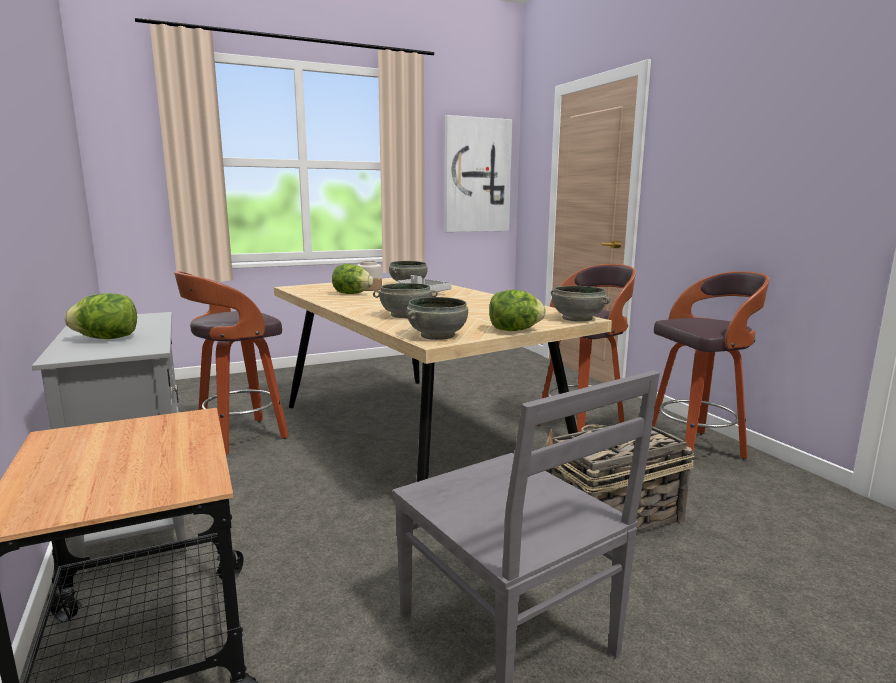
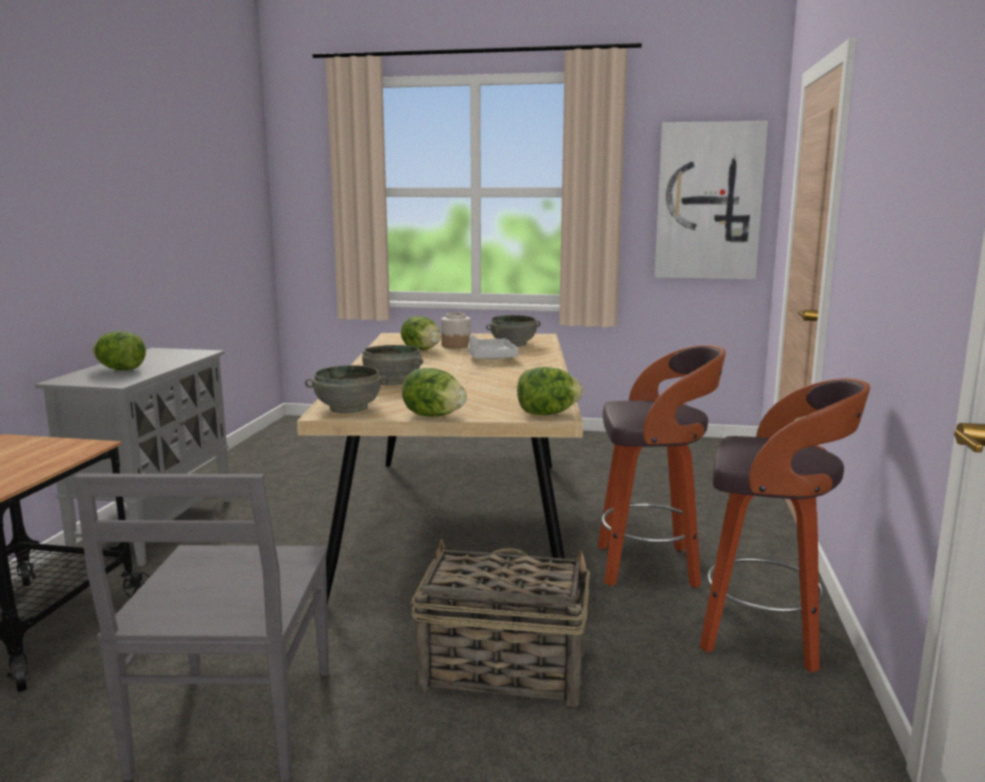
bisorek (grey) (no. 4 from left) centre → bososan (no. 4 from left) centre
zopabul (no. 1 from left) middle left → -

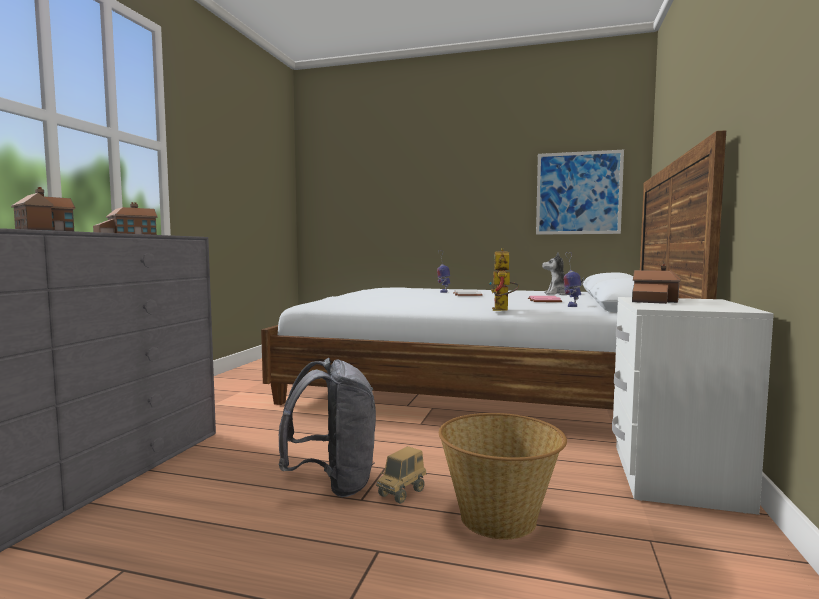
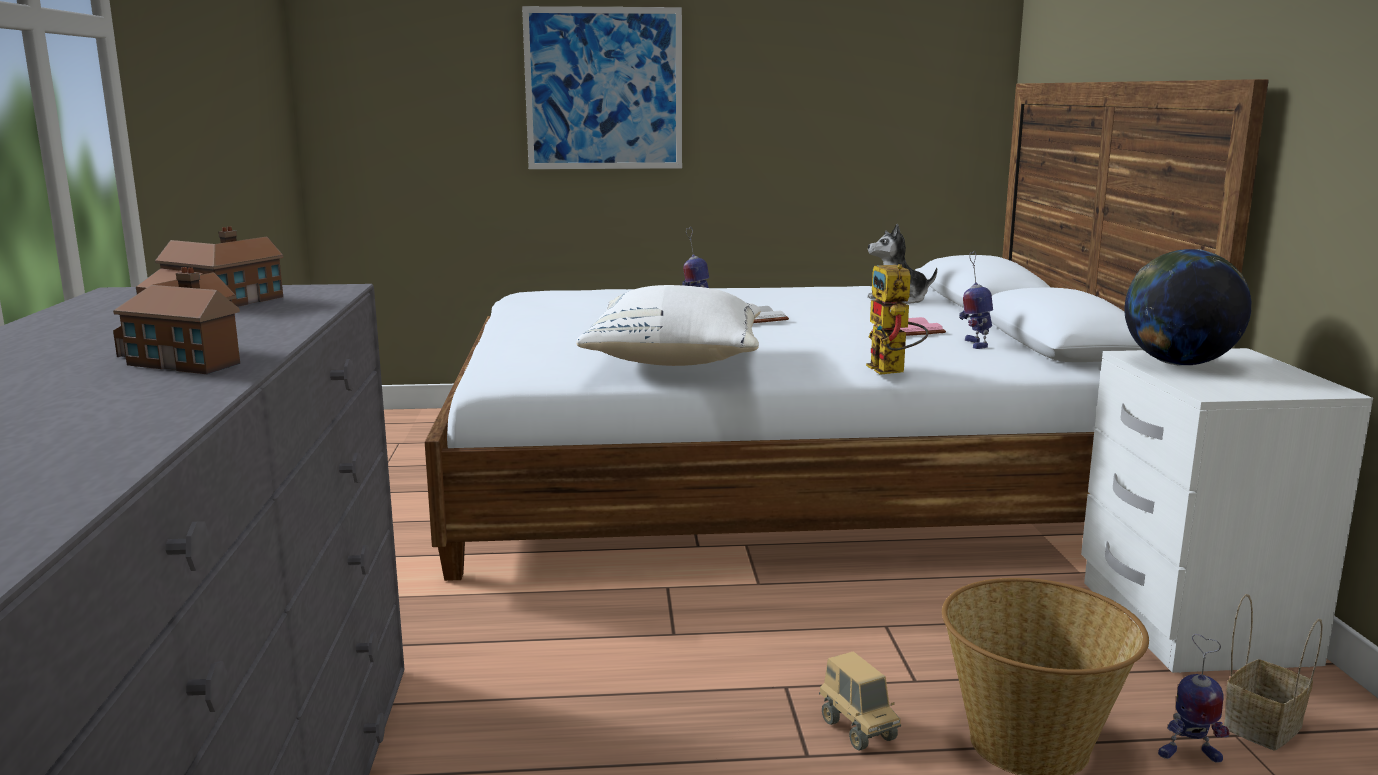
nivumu top right → nivumu top centre, relocated
- → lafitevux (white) centre
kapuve bottom centre, 45 degrees counterclockwise
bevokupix (no. 3 from left) middle right → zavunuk middle right
- → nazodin (no. 4 from left) bottom right
- → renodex (no. 2 from left) bottom right
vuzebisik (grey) bottom centre → -

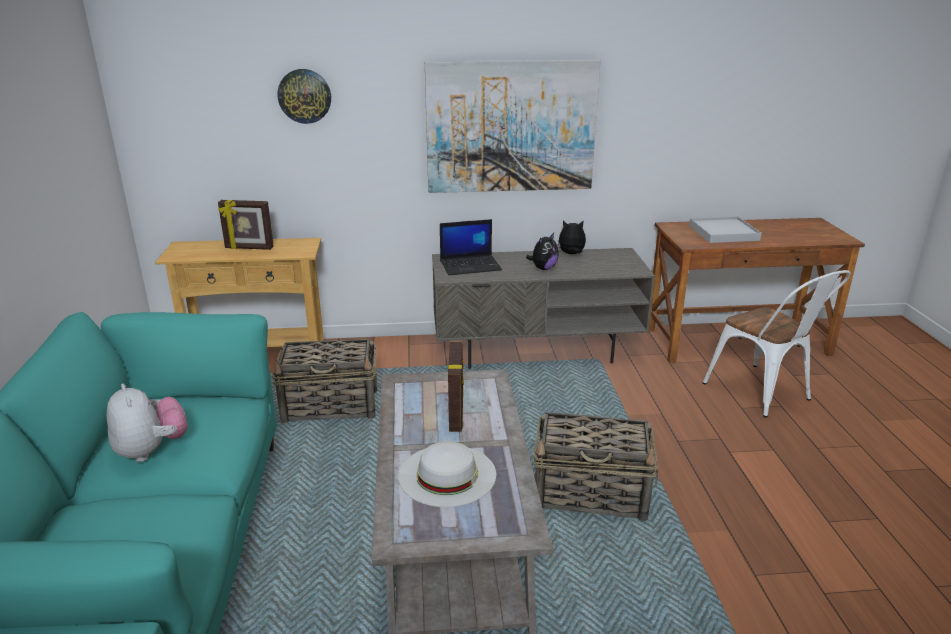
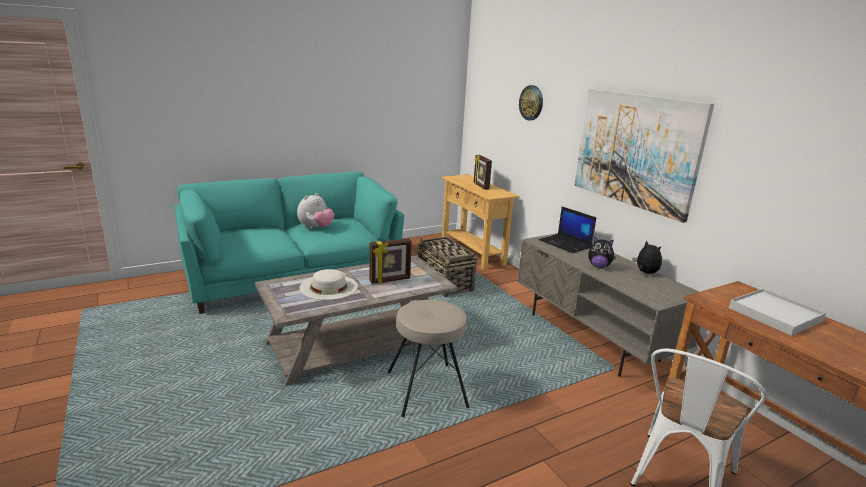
renodex (no. 2 from left) bottom centre → zopabul (beige) bottom centre

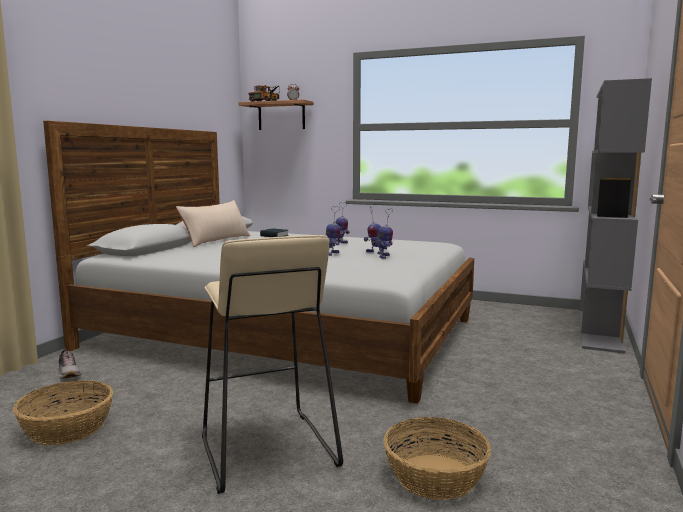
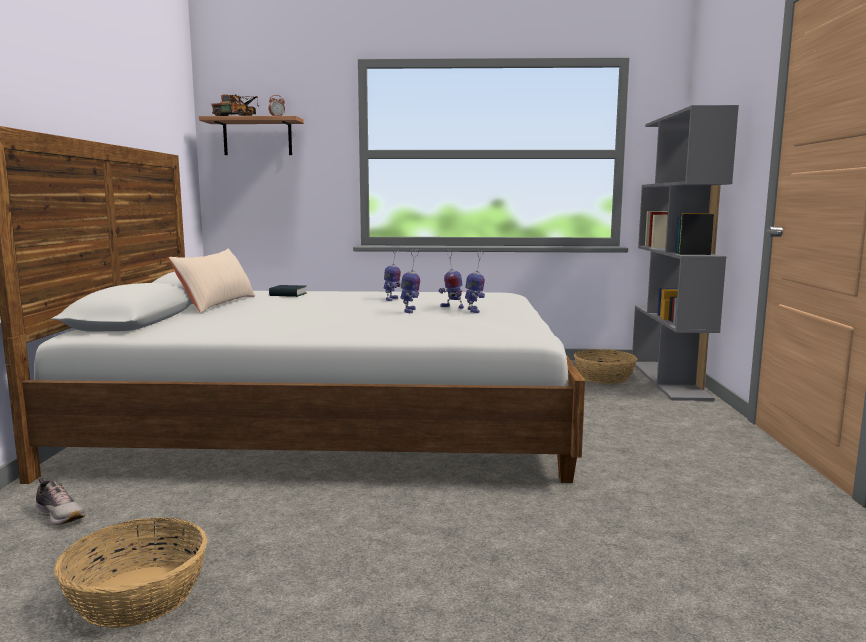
renodex (no. 2 from left) bottom centre → renodex (no. 2 from left) middle right, relocated
zopabul (beige) bottom centre → -

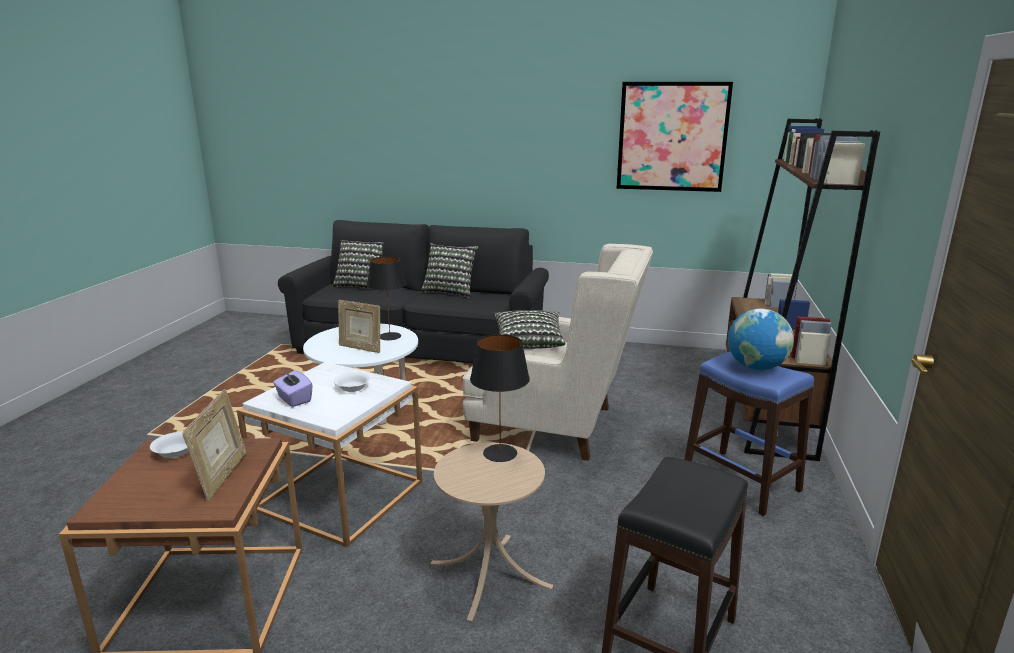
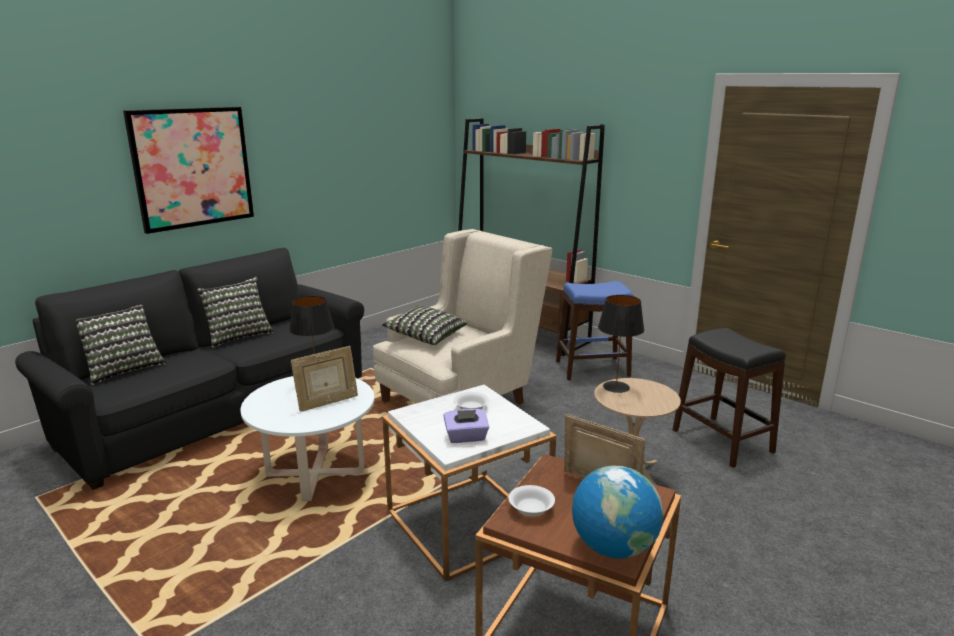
nivumu top centre → nivumu top left, relocated
zavunuk middle right → zavunuk bottom centre, relocated

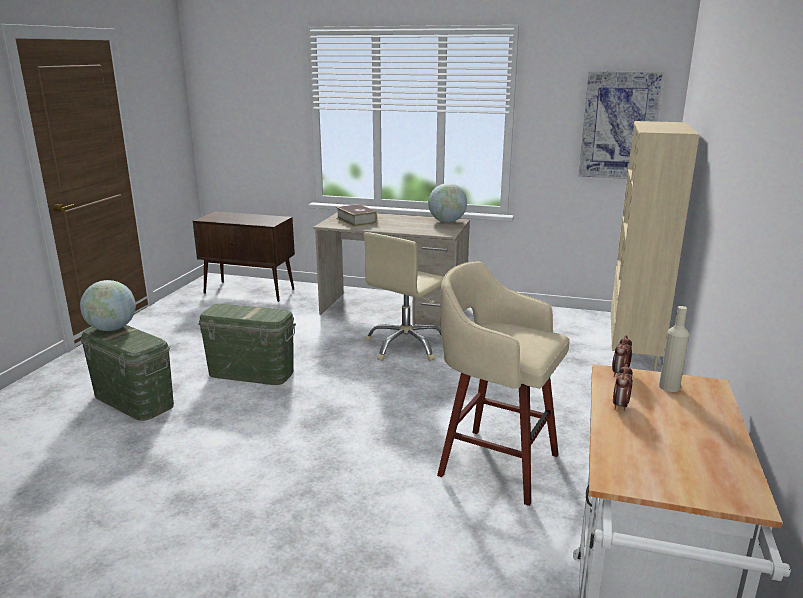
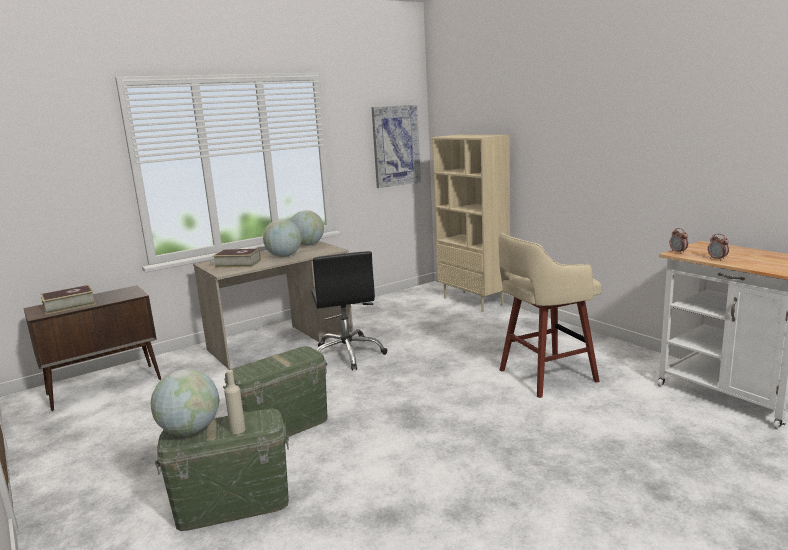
- → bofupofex (no. 1 from left) middle left
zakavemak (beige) middle right → zakavemak (beige) bottom left, relocated
- → zavunuk (no. 2 from left) centre
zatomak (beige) centre → zatomak (black) centre

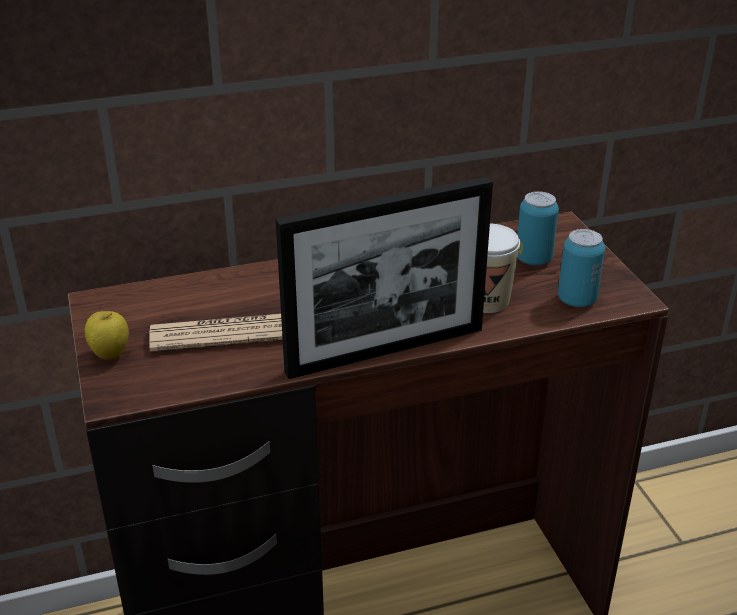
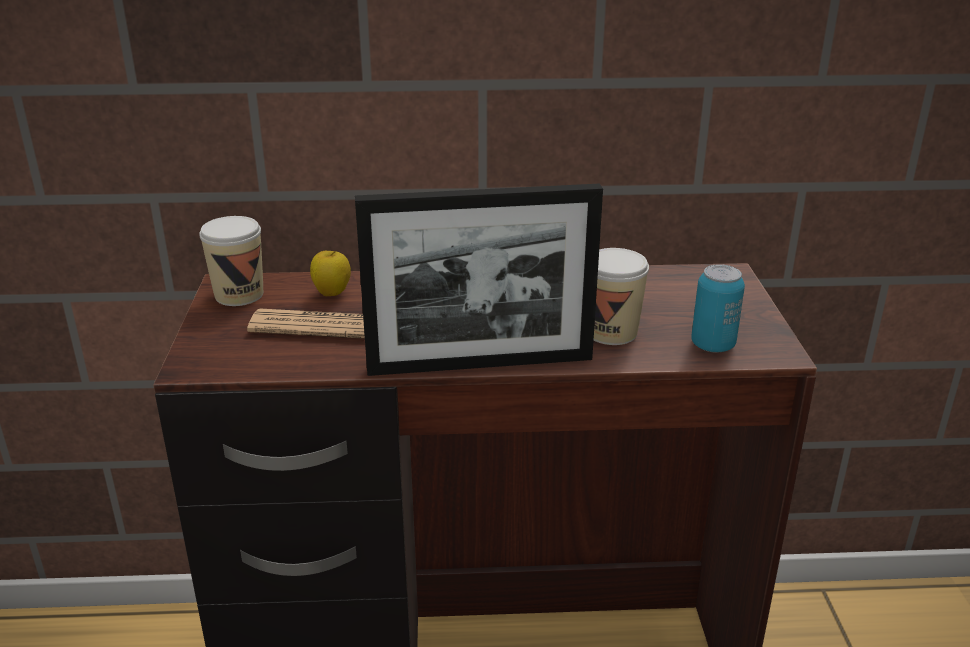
- → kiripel (no. 1 from left) middle left
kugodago middle left → kugodago centre, relocated
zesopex (no. 1 from left) middle right → -

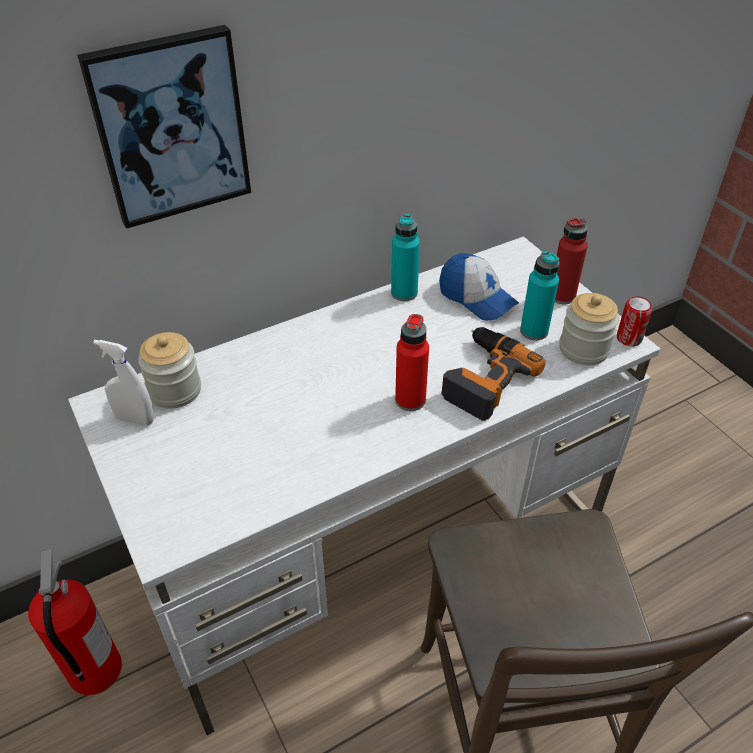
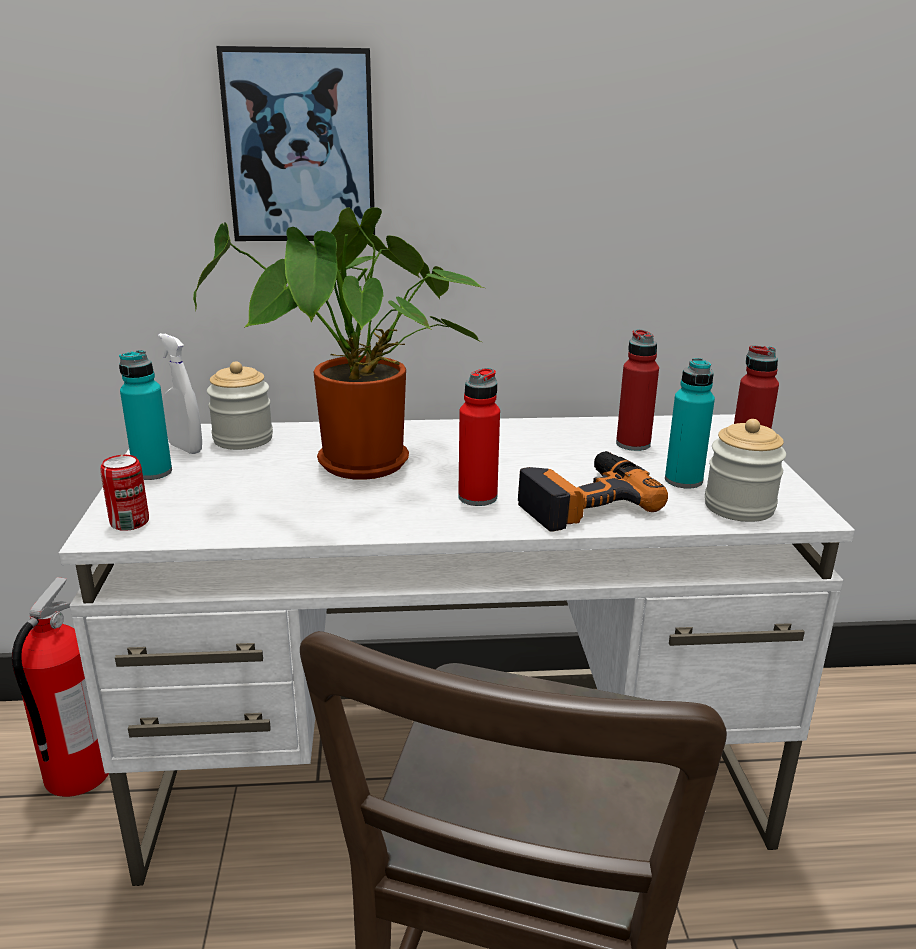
zesopex middle right → zesopex middle left, relocated
zakavemak (turquoise) (no. 1 from left) centre → zakavemak (turquoise) (no. 1 from left) middle left, relocated
- → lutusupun centre
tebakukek centre → zakavemak (red) (no. 2 from left) middle right

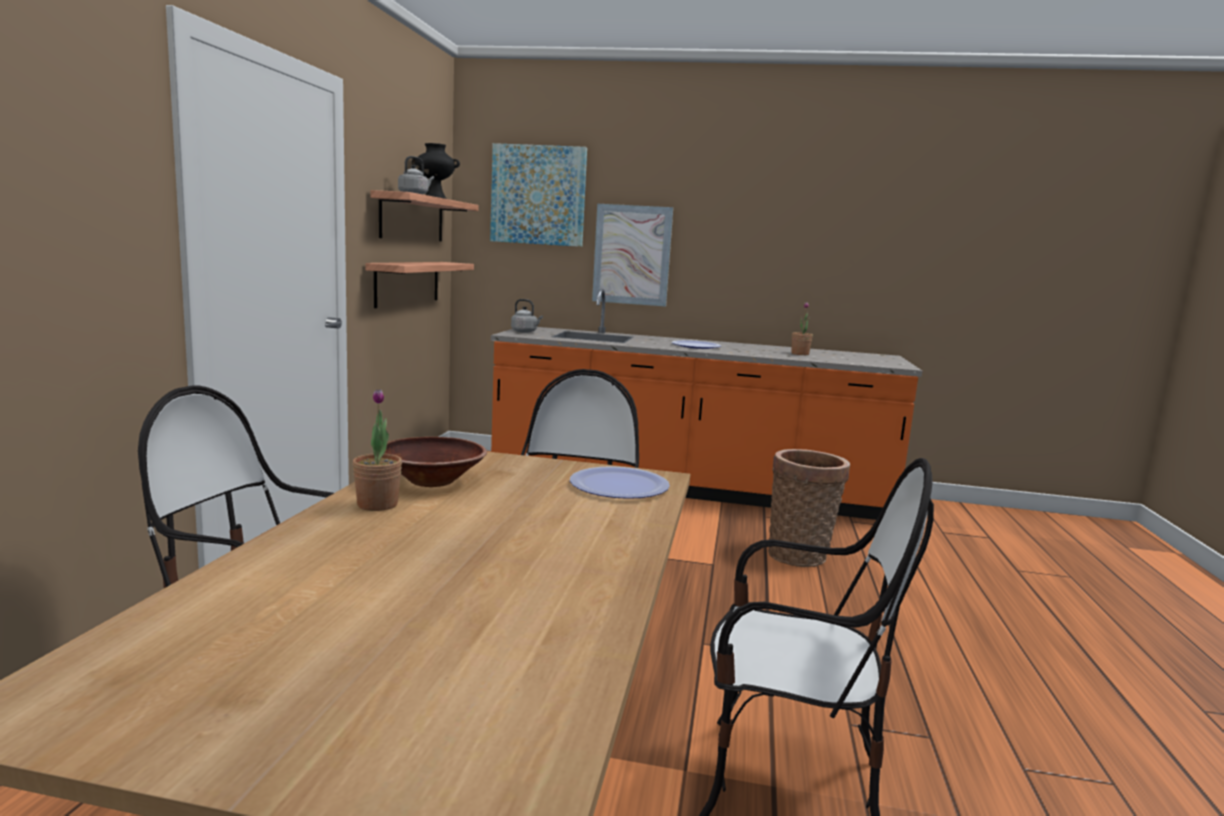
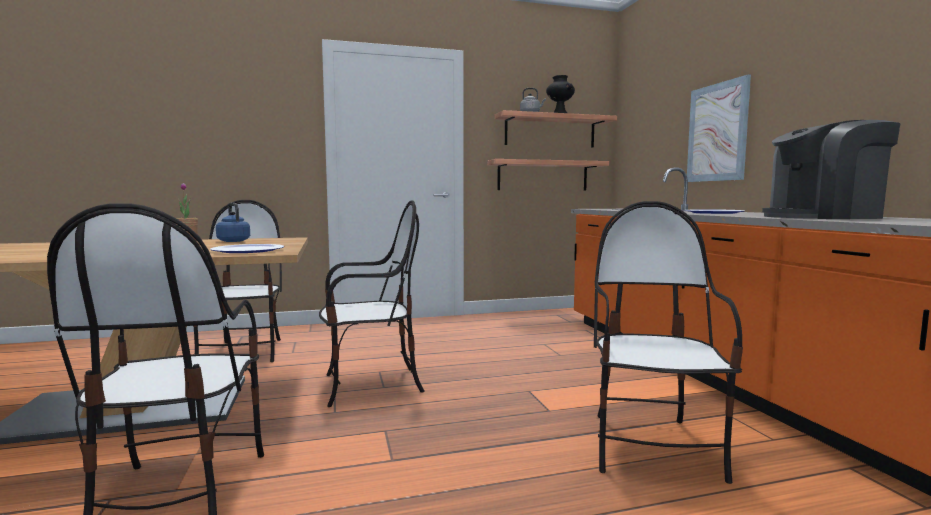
bisorek (brown) centre → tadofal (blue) middle left
renodex centre → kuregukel (no. 4 from left) middle right
lutusupun (no. 2 from left) centre → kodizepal top right
nivumu (no. 1 from left) top centre → -
tadofal (grey) (no. 2 from left) centre → -

